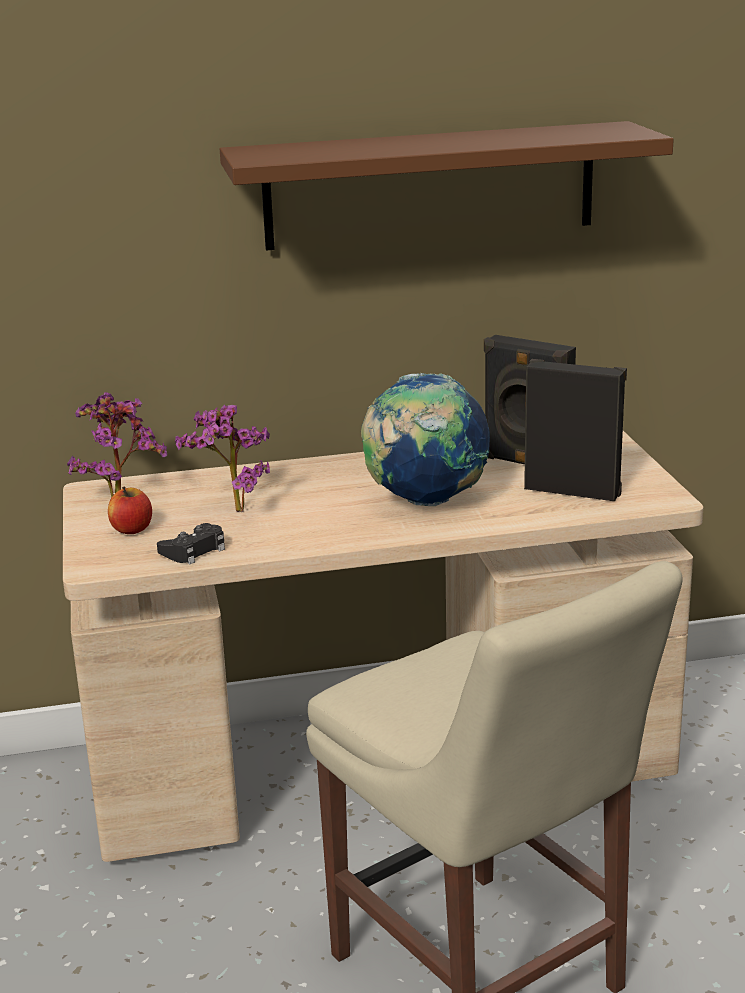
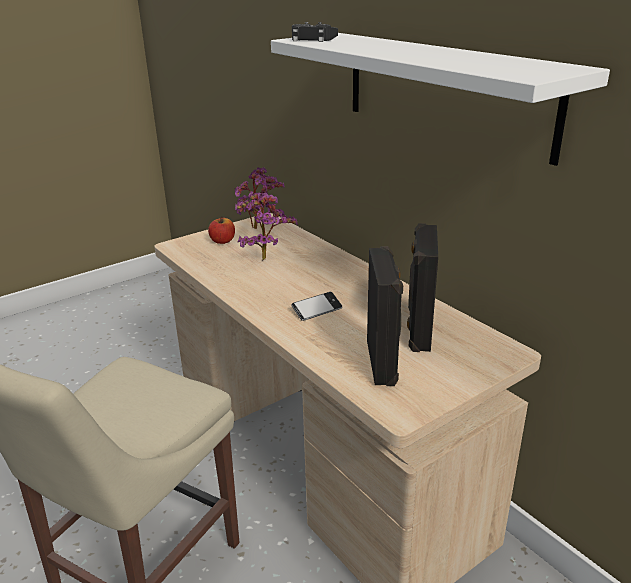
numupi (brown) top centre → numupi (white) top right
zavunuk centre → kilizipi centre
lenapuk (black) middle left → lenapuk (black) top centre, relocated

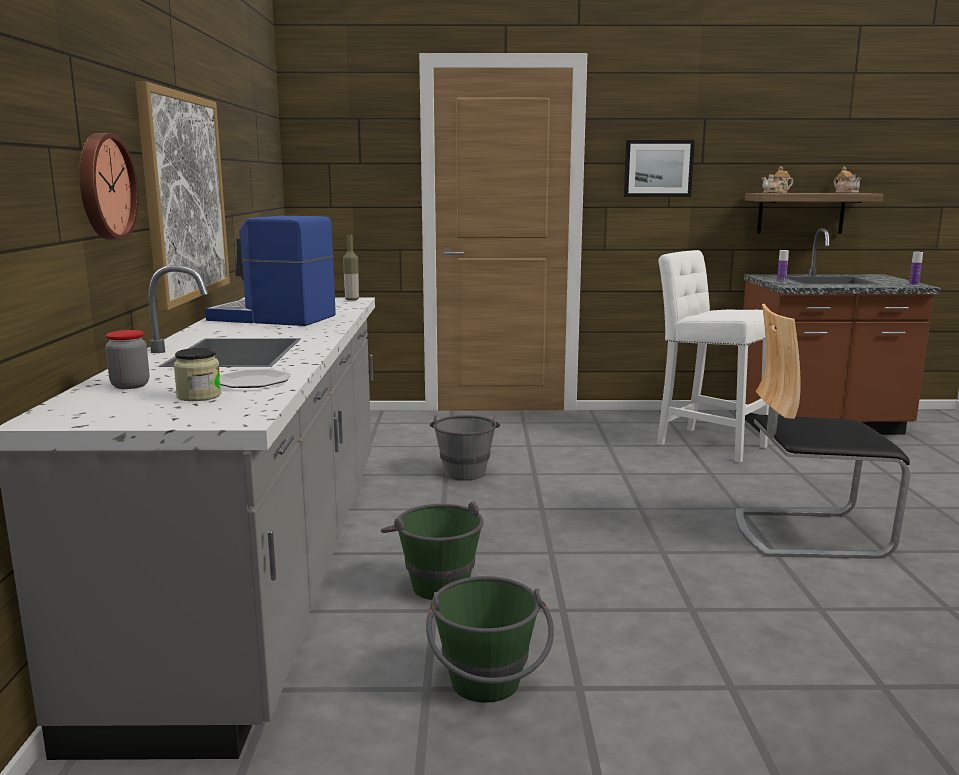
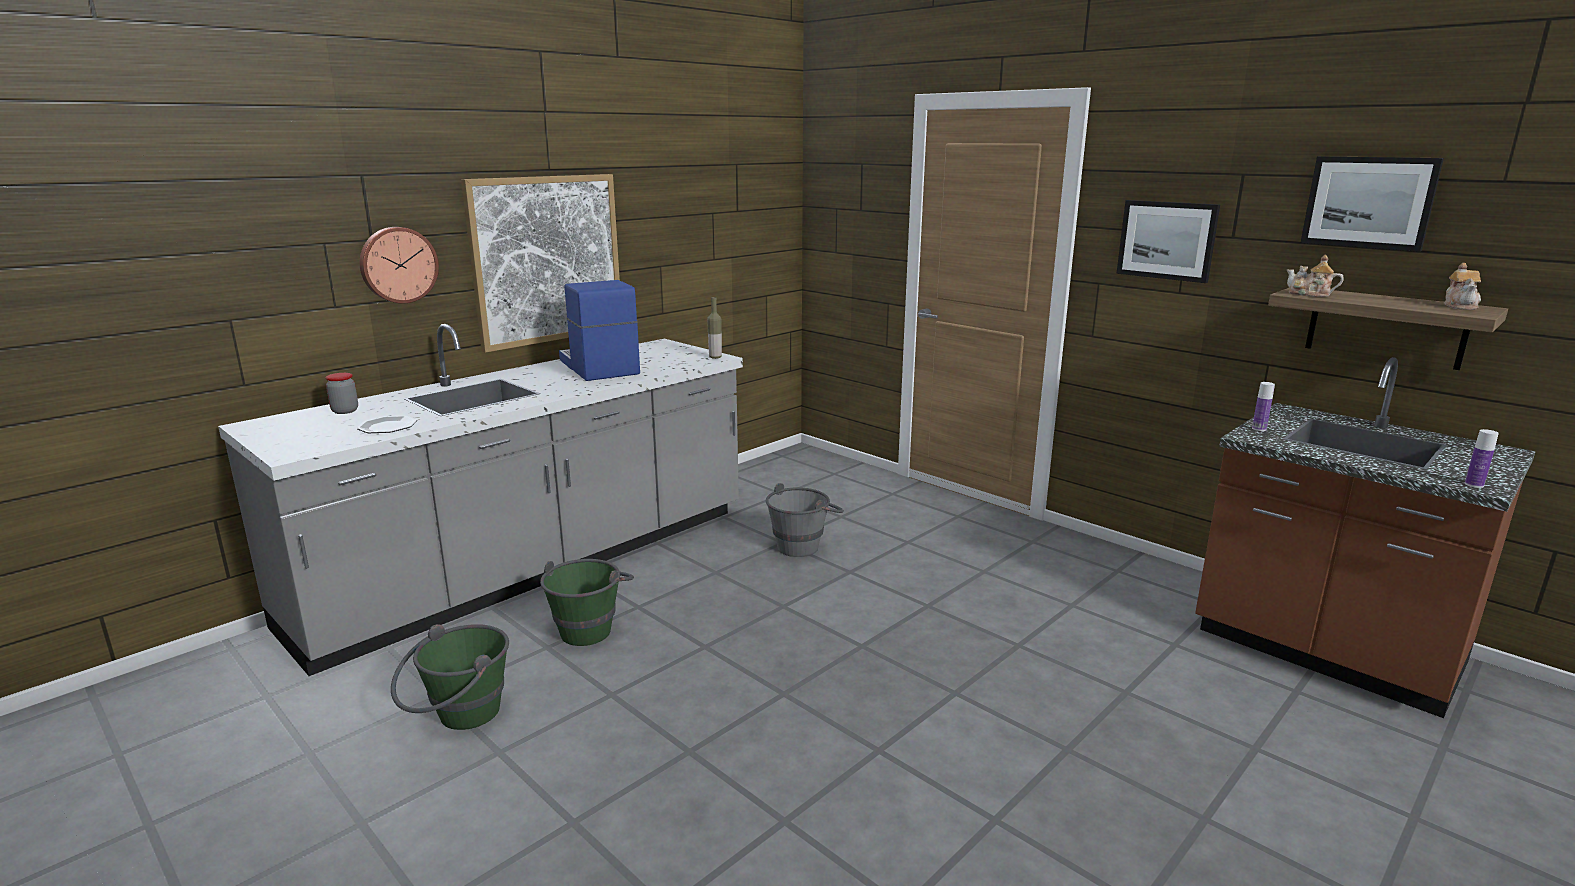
- → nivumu (no. 3 from left) top right
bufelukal (no. 2 from left) middle left → -
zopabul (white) middle right → -
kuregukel middle right → -

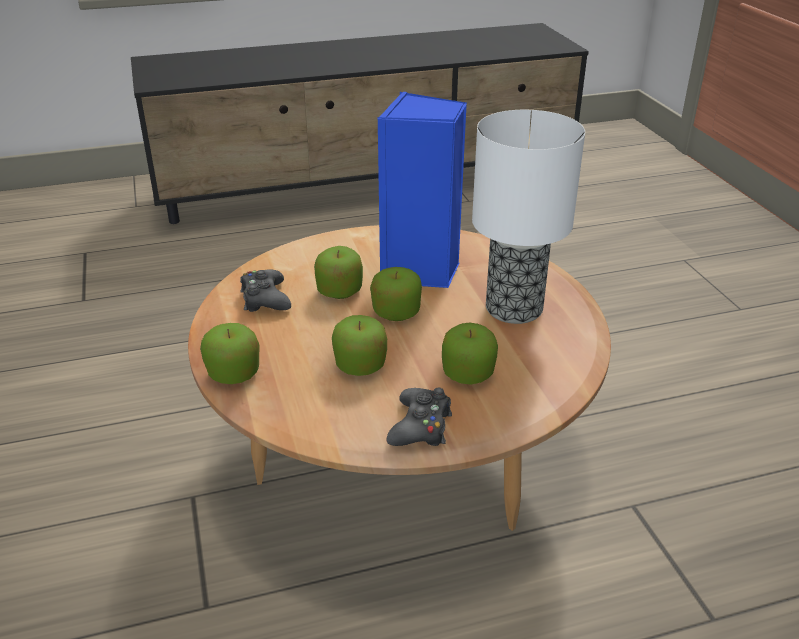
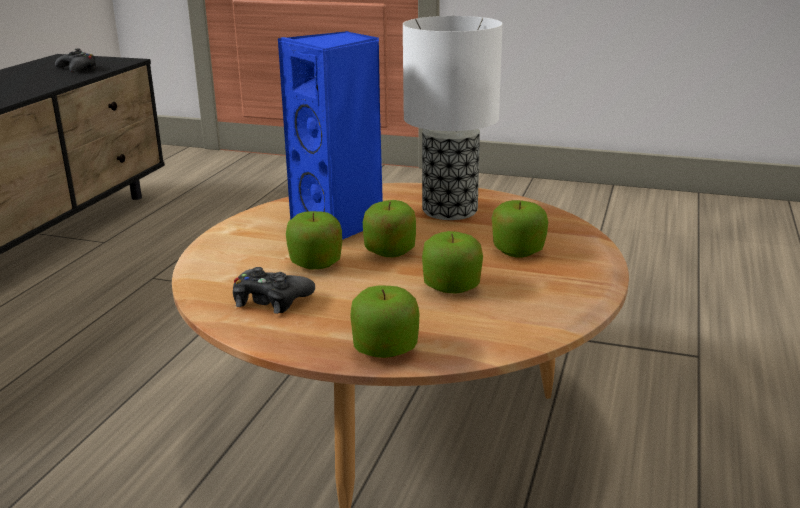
lenapuk (black) (no. 2 from left in the first image) centre → lenapuk (black) (no. 1 from left) top left, relocated

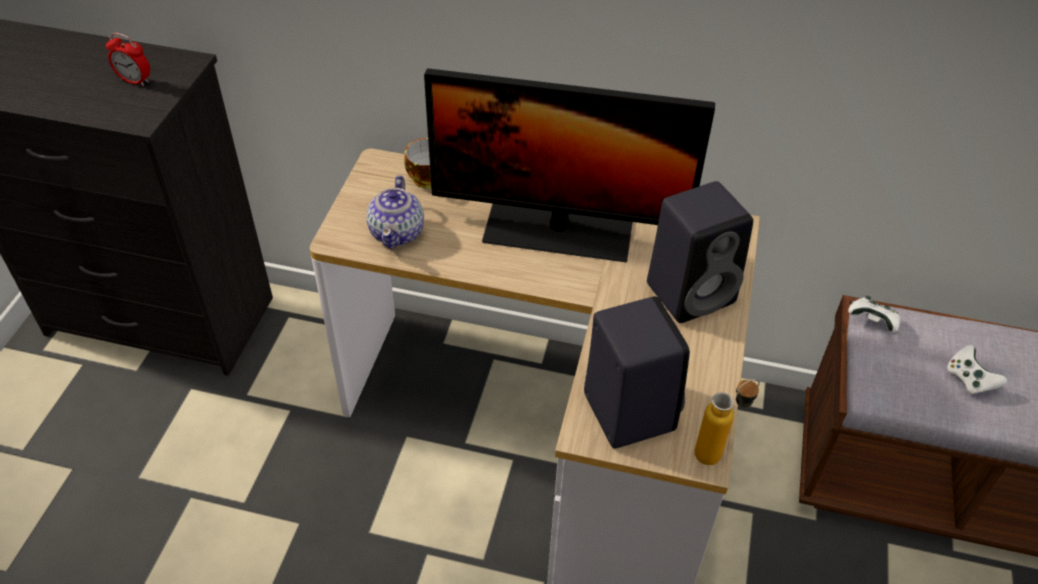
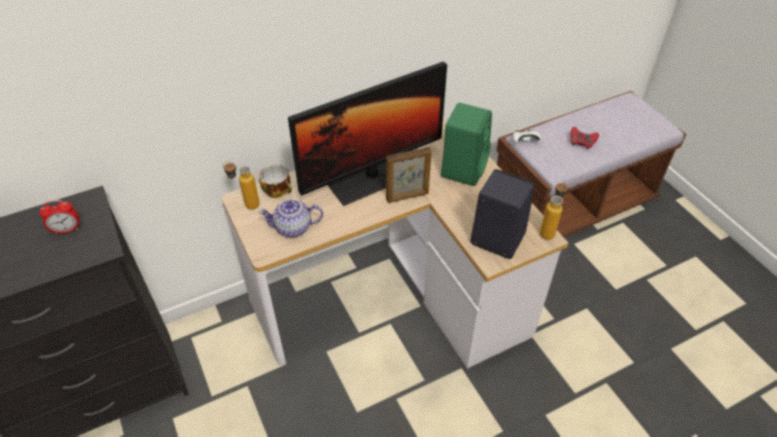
- → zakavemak (no. 1 from left) middle left
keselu centre, 120 degrees clockwise
- → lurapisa centre
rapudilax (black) (no. 2 from left) middle right → rapudilax (green) top centre
lenapuk (white) (no. 2 from left) middle right → lenapuk (red) top right

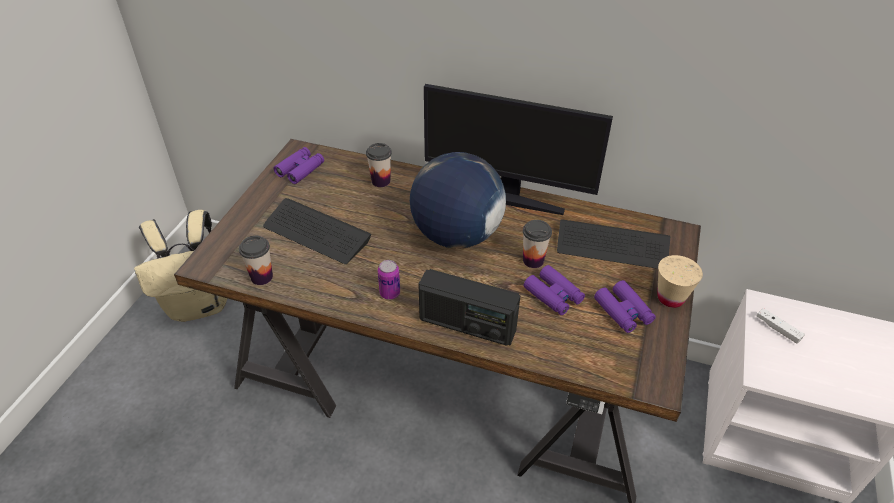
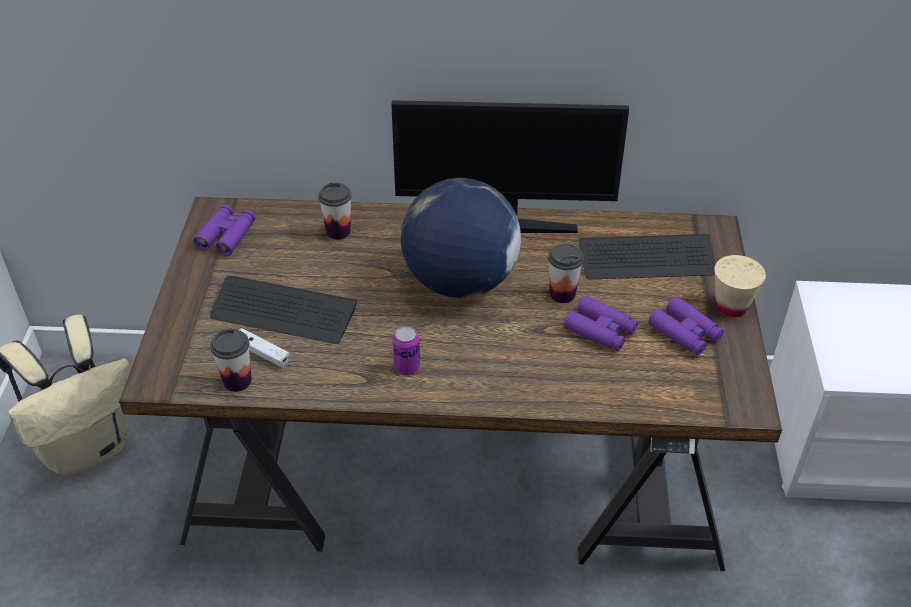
lenapuk (white) middle right → lenapuk (white) middle left, relocated
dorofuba centre → -

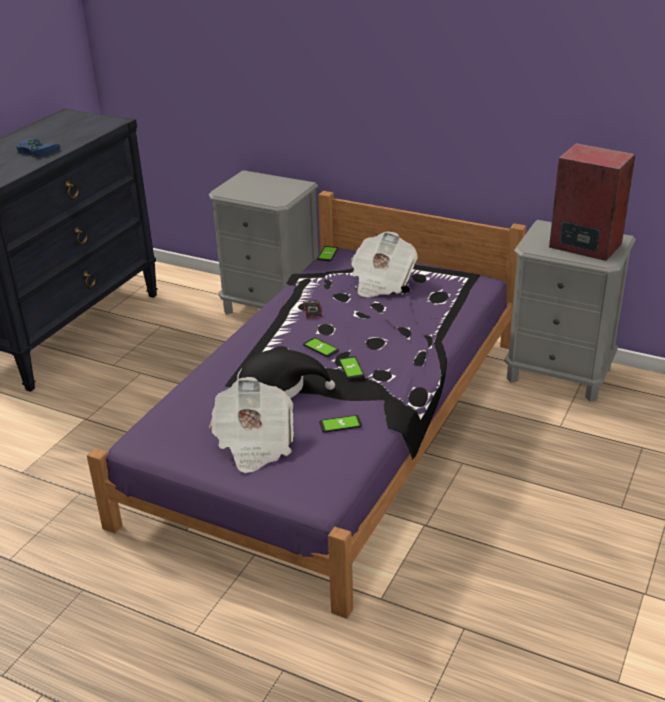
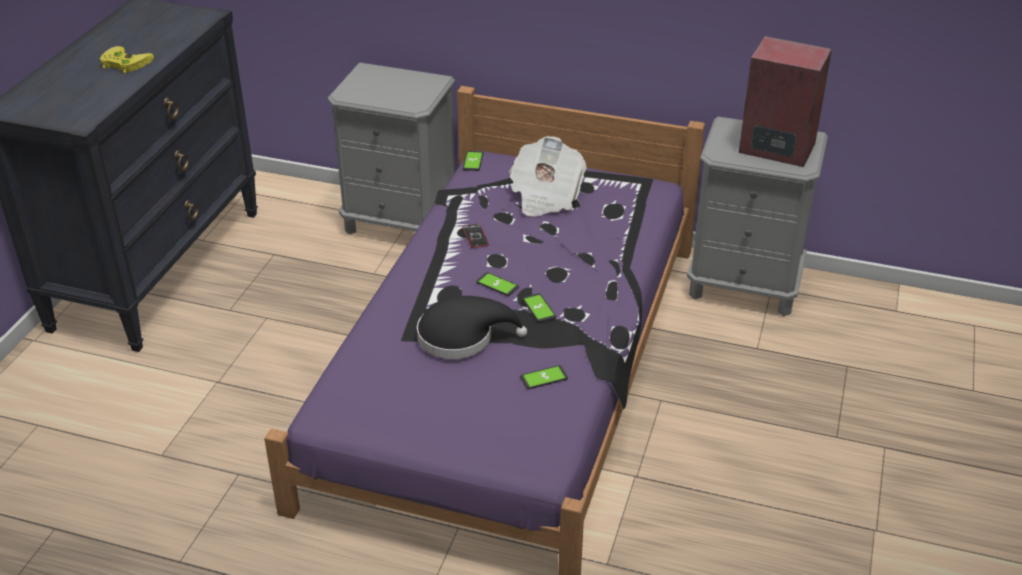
lenapuk (blue) top left → lenapuk (yellow) top left
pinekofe (no. 1 from left) centre → -

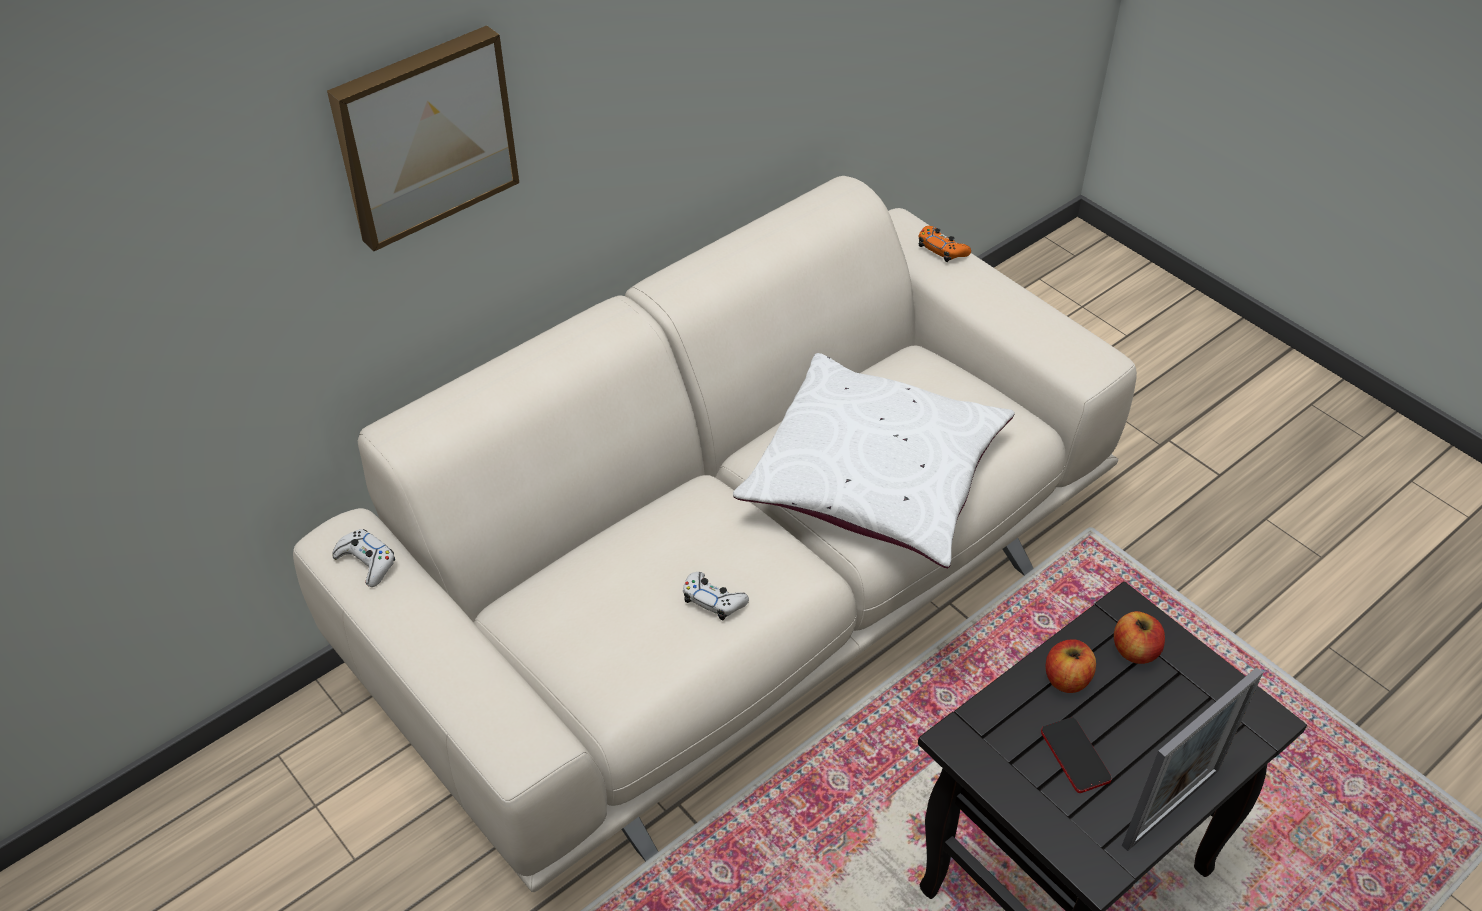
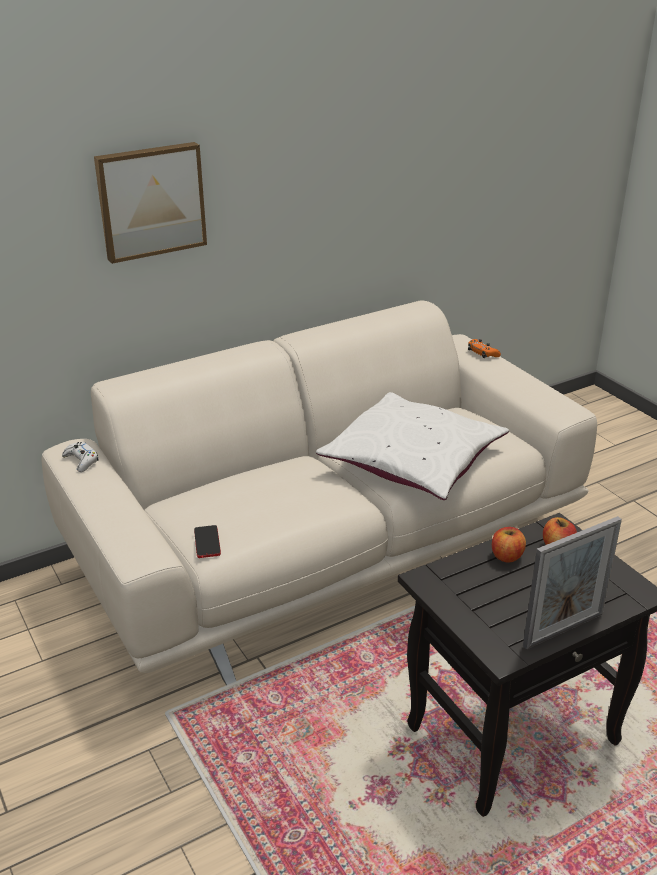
kilizipi bottom right → kilizipi middle left, relocated
lenapuk (white) (no. 2 from left) centre → -

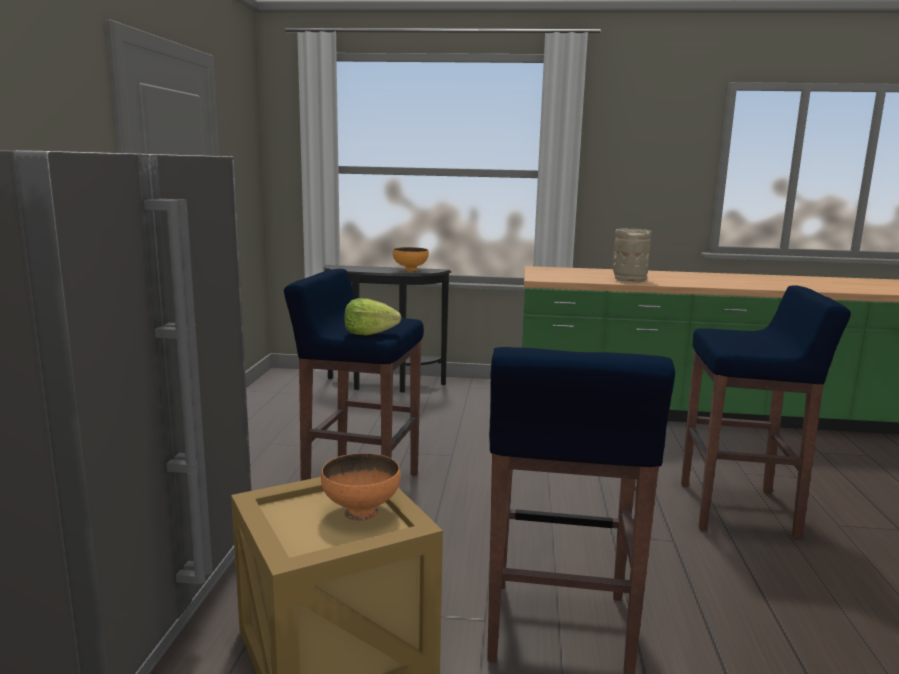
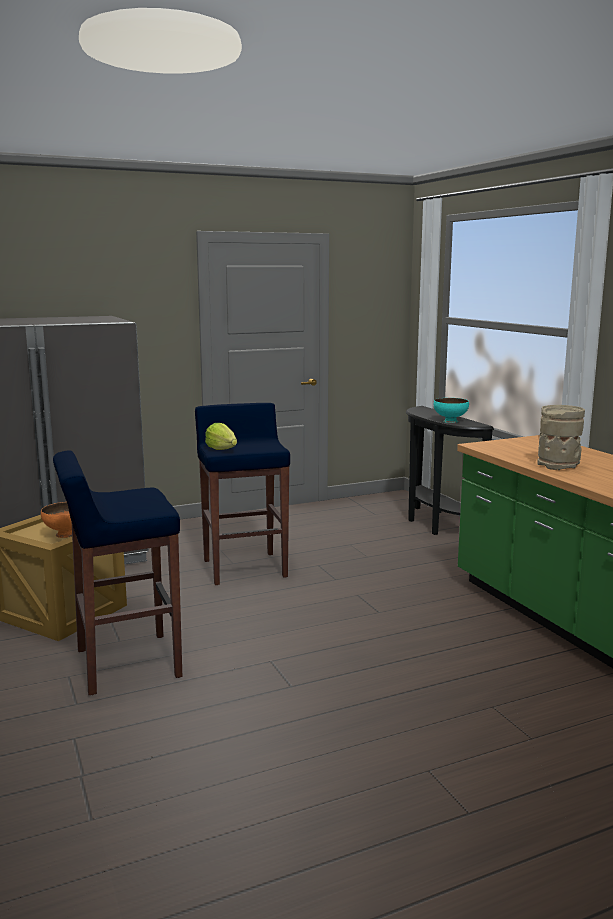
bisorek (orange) (no. 2 from left) centre → bisorek (turquoise) middle right
zopabul (blue) (no. 3 from left) middle right → -

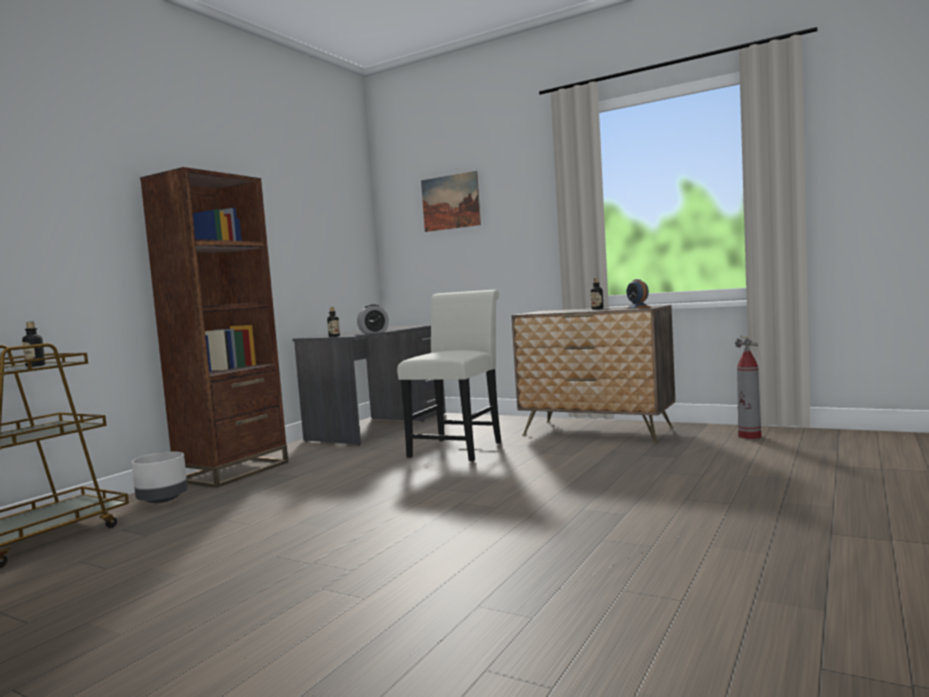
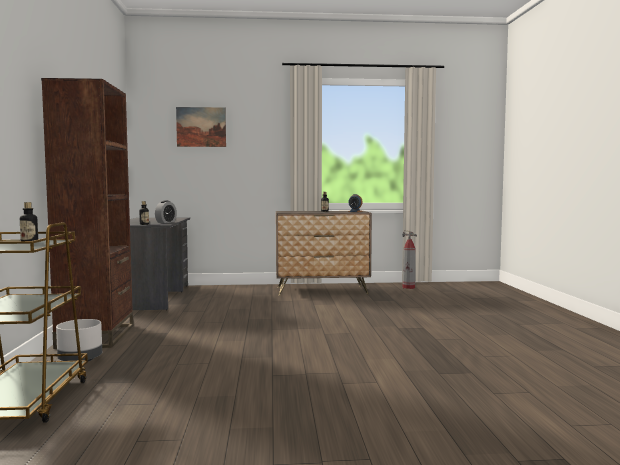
kuregukel (white) centre → -

